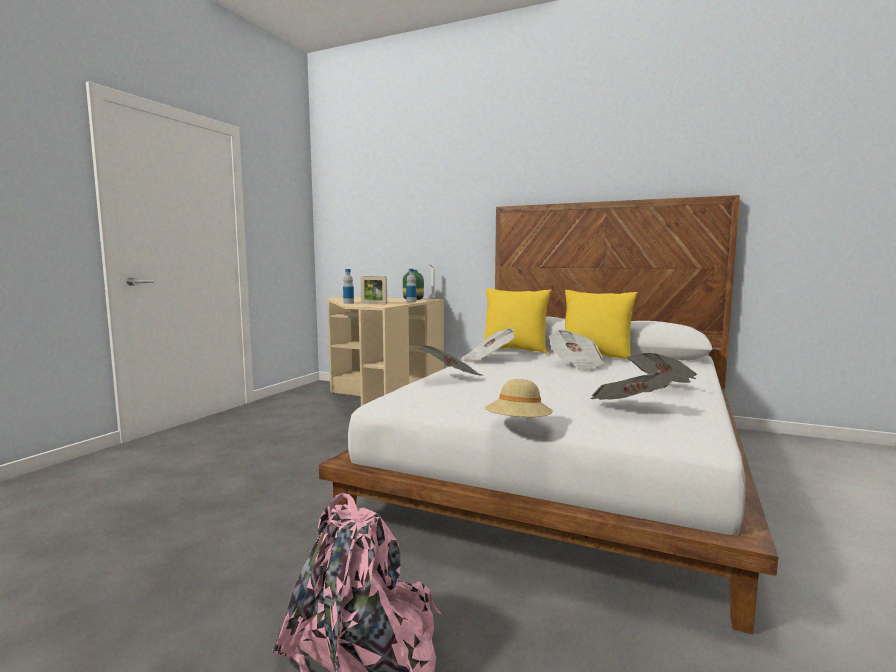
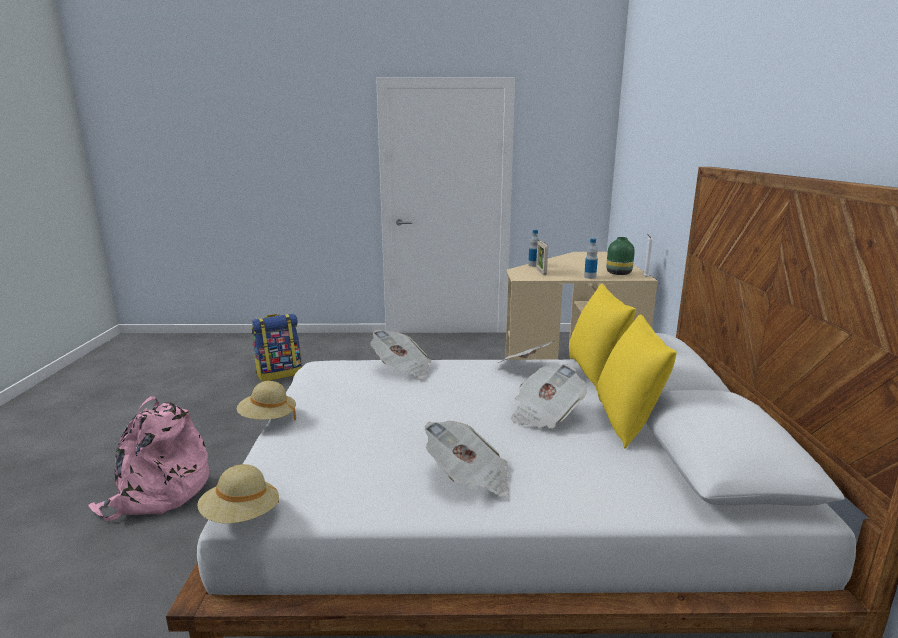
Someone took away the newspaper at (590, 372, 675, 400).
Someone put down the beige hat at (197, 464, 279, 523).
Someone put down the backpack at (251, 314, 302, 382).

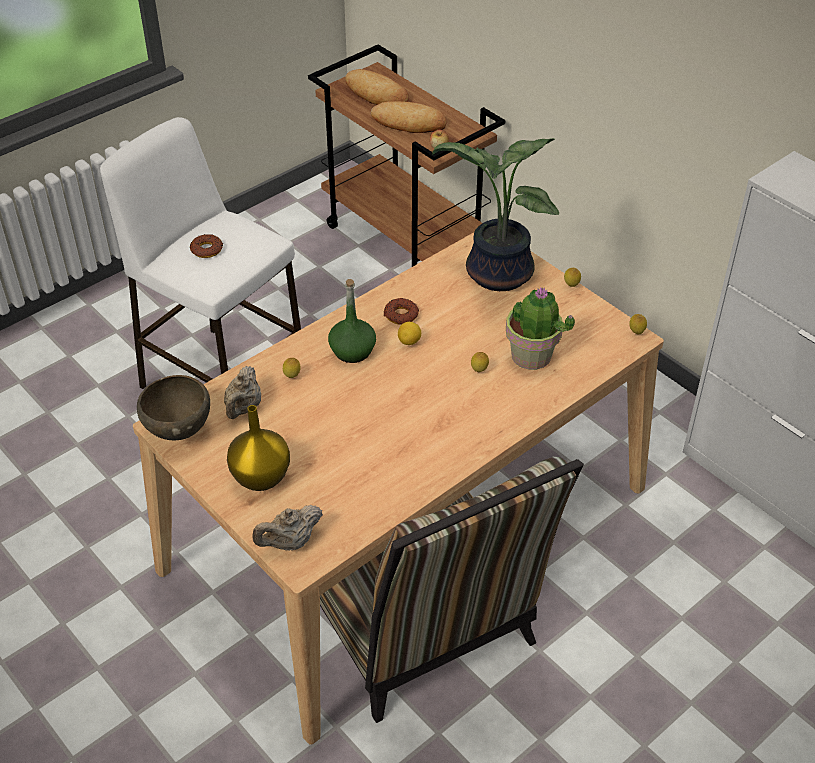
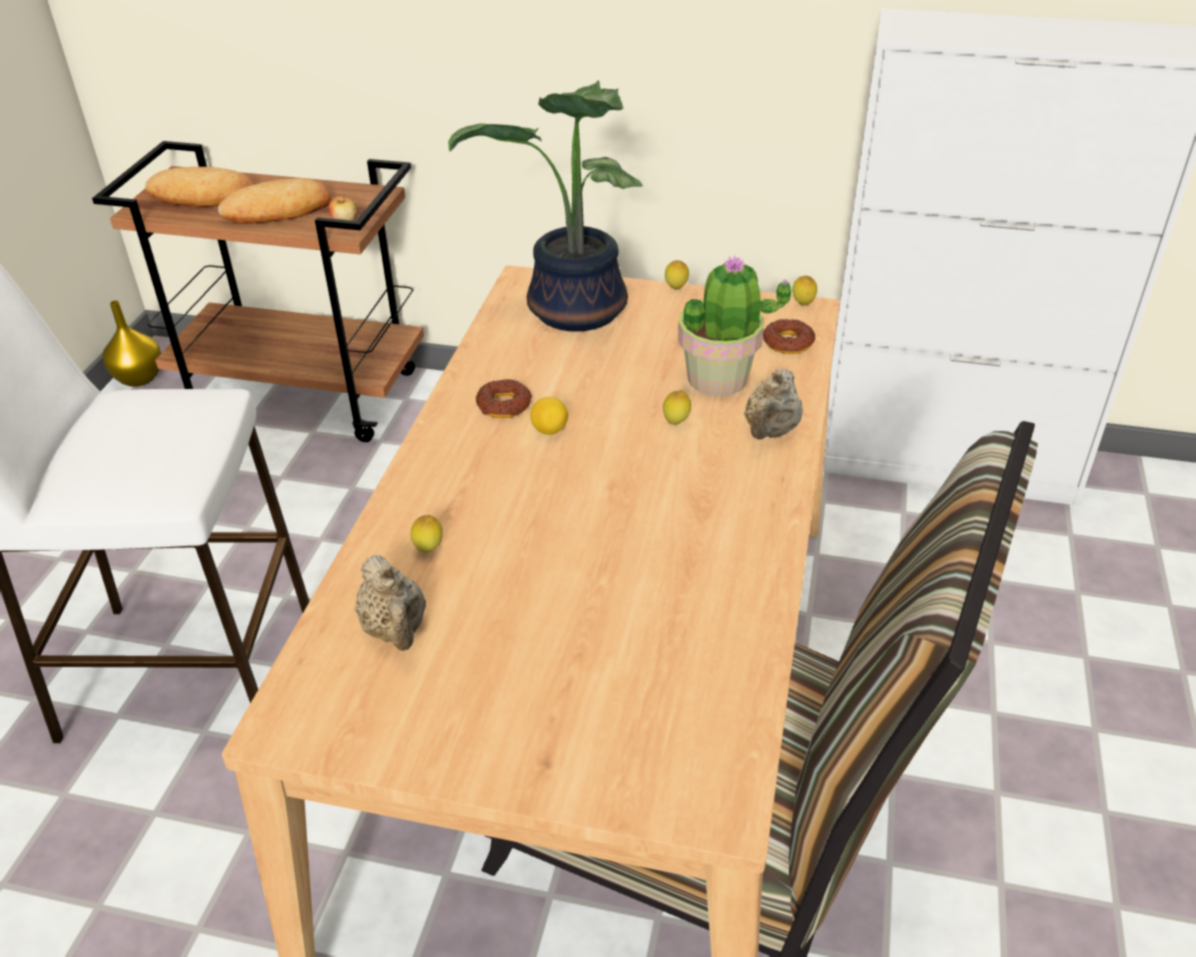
Someone took away the brown bowl at (137, 375, 210, 440).
Someone took away the green bottle at (328, 279, 376, 363).
Someone carried the donut from (190, 234, 223, 258) to (763, 319, 815, 354).
Someone carried the yellow vase from (227, 405, 290, 491) to (102, 300, 161, 387).
Someone carried the beige teapot from (252, 504, 323, 550) to (744, 368, 803, 440).

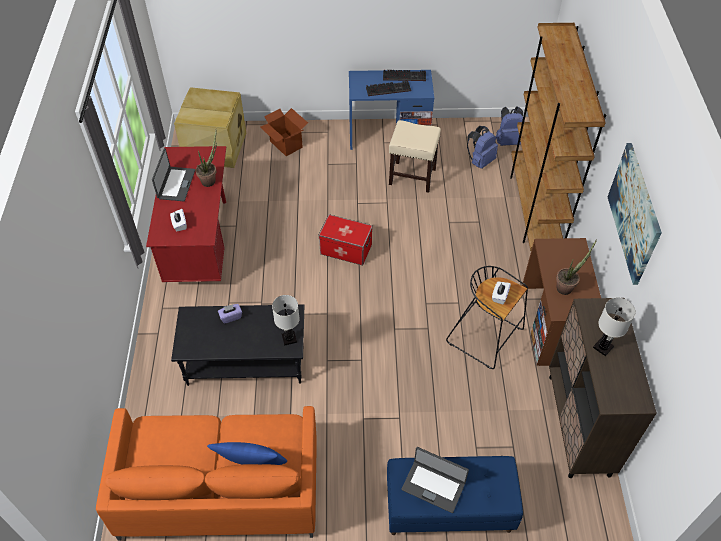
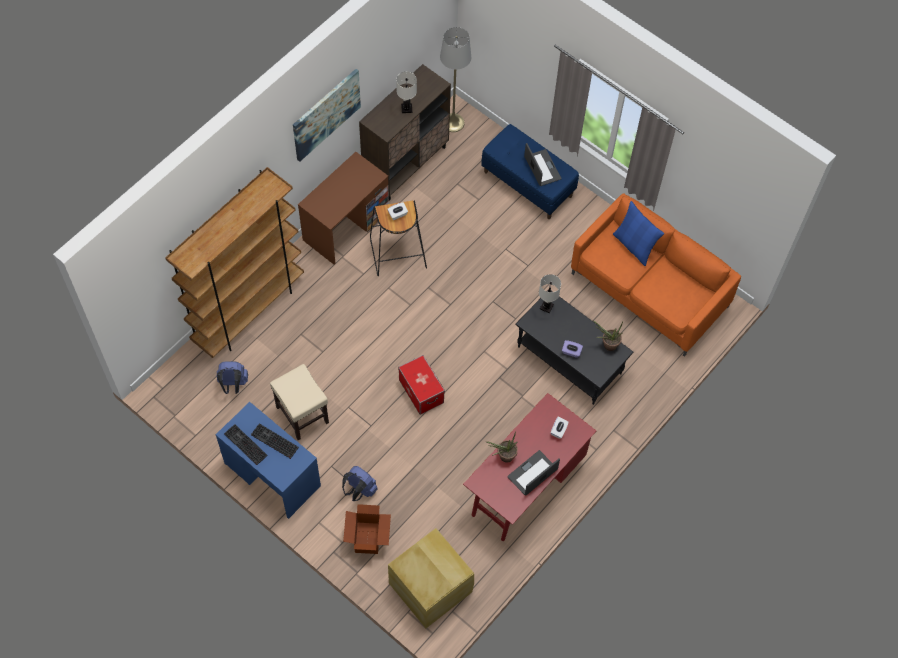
Someone put down the grey floor lamp at (440, 27, 471, 132).
Someone carried the blue backpack from (496, 106, 523, 146) to (342, 466, 378, 501).
Someone carried the potted plant from (556, 239, 597, 295) to (592, 320, 623, 351).

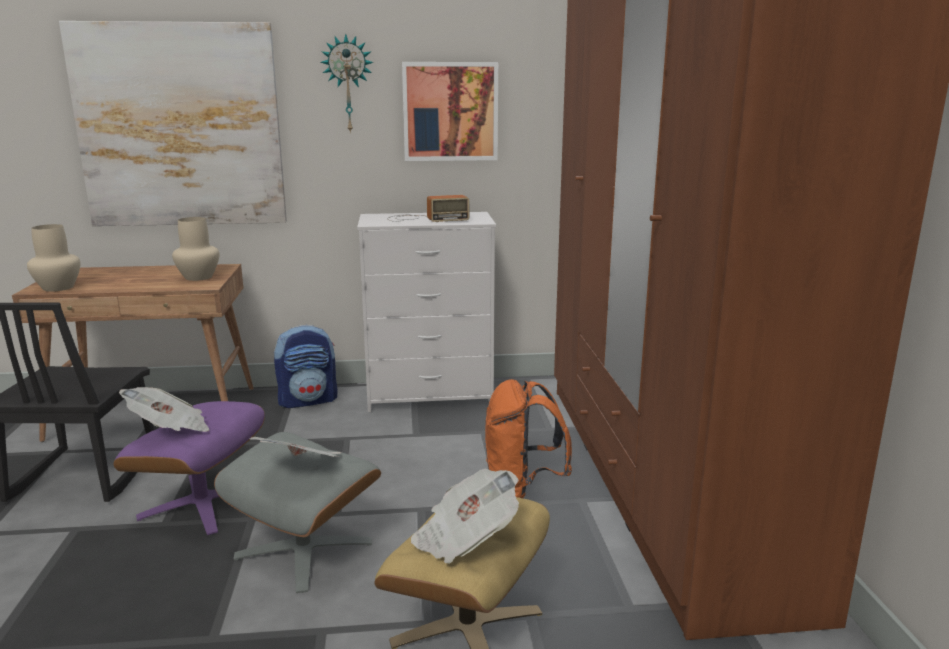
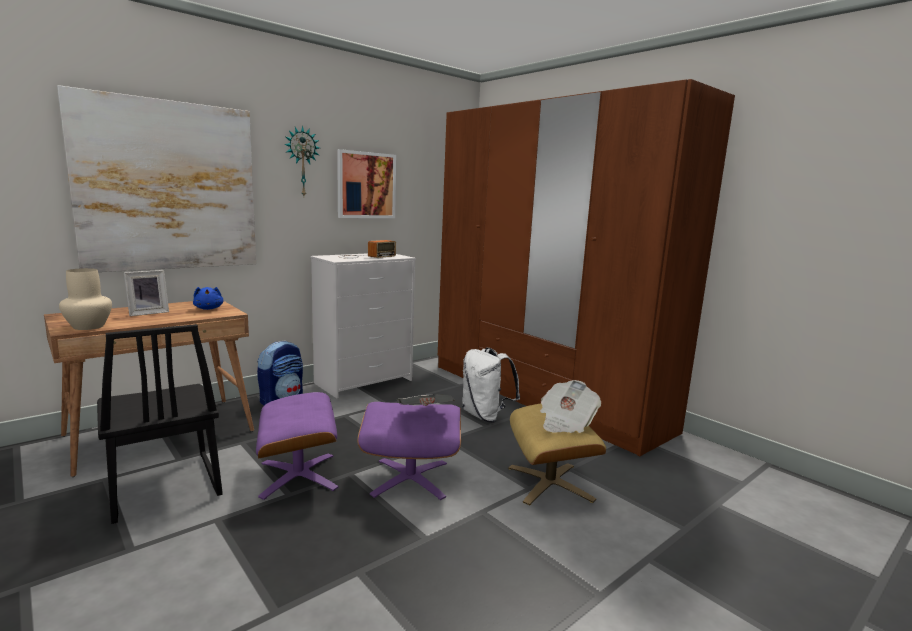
Someone took away the newspaper at (119, 387, 210, 432).
Someone put down the picture frame at (124, 270, 169, 316).
Someone swapped the beige vase at (172, 217, 219, 281) for the blue plush toy at (193, 287, 224, 310).
Someone repainted the grey ottoman at (214, 432, 381, 593), which became the purple ottoman at (357, 402, 461, 500).
Someone repainted the orange backpack at (485, 379, 572, 498), which became the white backpack at (462, 348, 520, 423).

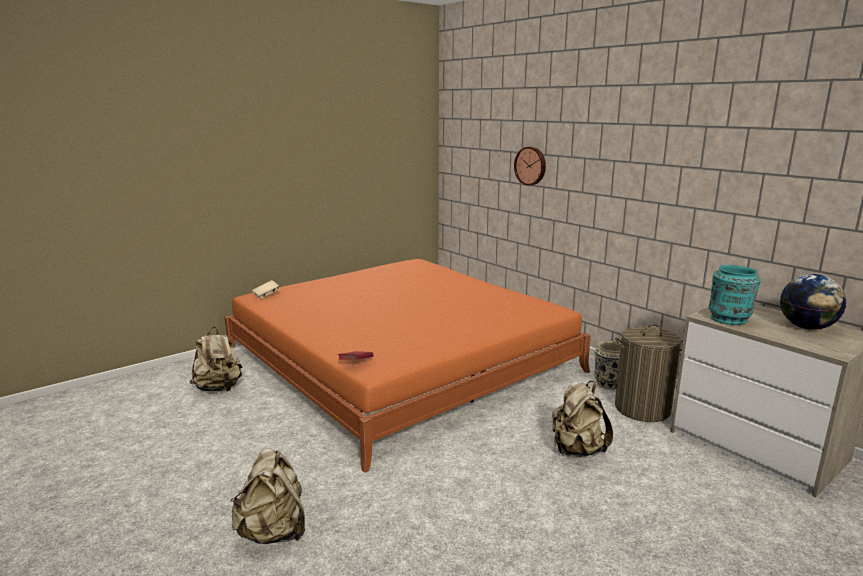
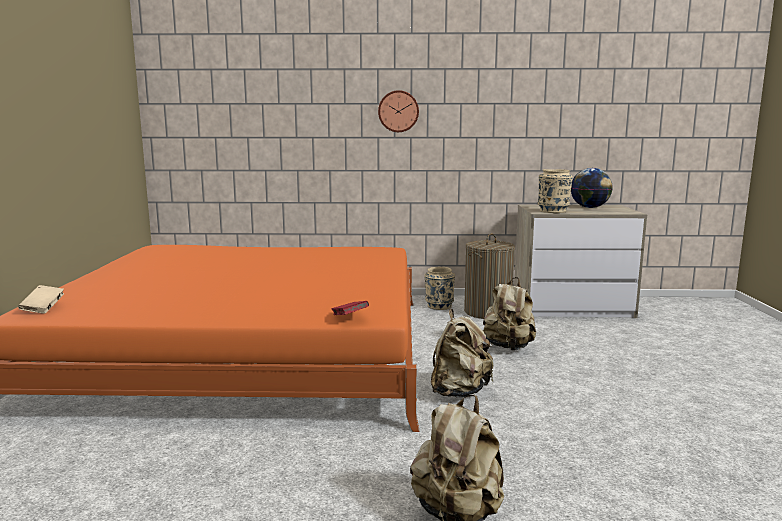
Someone carried the beige backpack from (189, 327, 243, 392) to (431, 309, 493, 398).
Someone carried the wall clock from (514, 147, 546, 186) to (378, 90, 419, 132).
Someone repainted the turquoise vase at (709, 265, 761, 325), which became the beige vase at (538, 169, 573, 213).

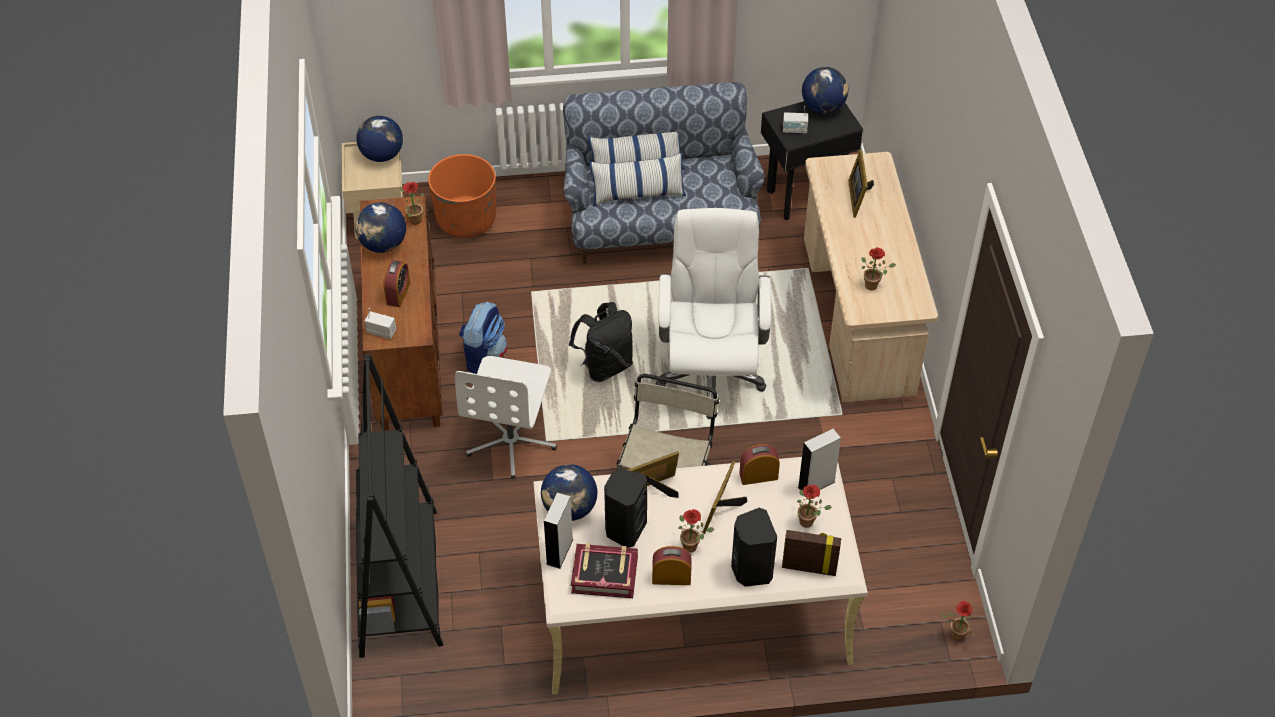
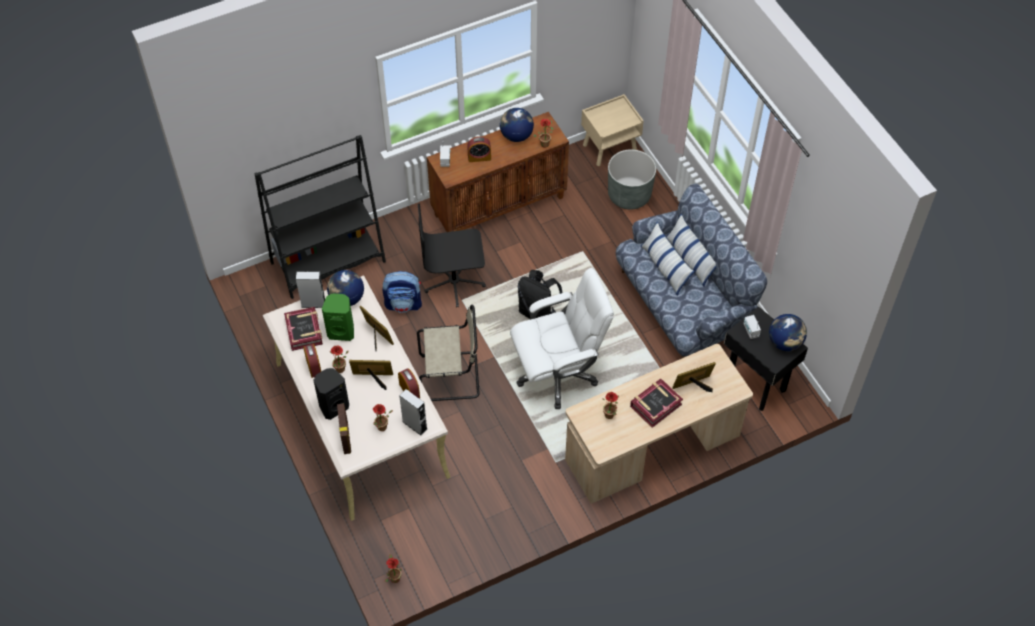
Someone took away the globe at (356, 116, 403, 162).
Someone put down the book at (630, 379, 683, 428).
Someone carried the backpack from (459, 301, 508, 374) to (382, 271, 422, 313).
Someone repainted the orange planter at (428, 154, 496, 238), which became the grey planter at (608, 149, 656, 210).
Someone repainted the white office chair at (455, 356, 557, 479), which became the black office chair at (418, 203, 486, 307).
Someone repainted the black speaker at (604, 469, 647, 548), which became the green speaker at (322, 293, 354, 341).

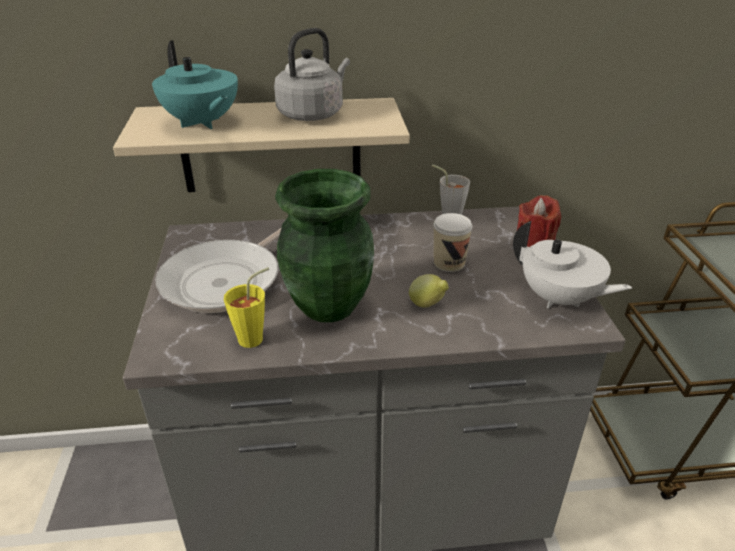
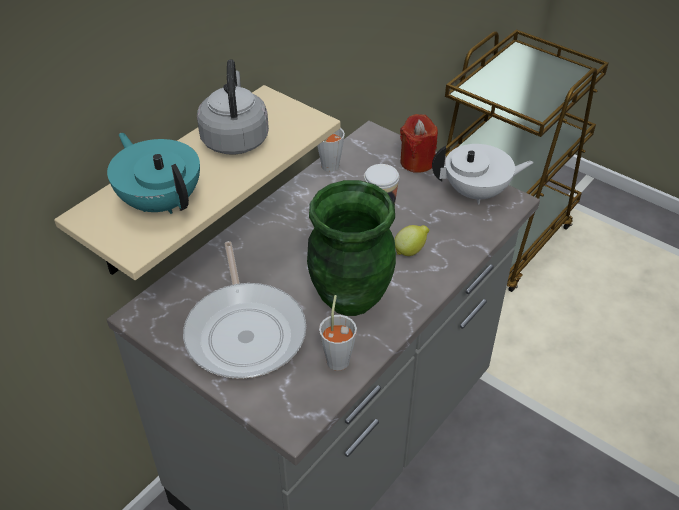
Someone repainted the yellow cup at (224, 267, 269, 348), which became the grey cup at (319, 295, 357, 371).
Someone rotated the turquoise teapot at (152, 40, 238, 129) by 135 degrees counterclockwise.

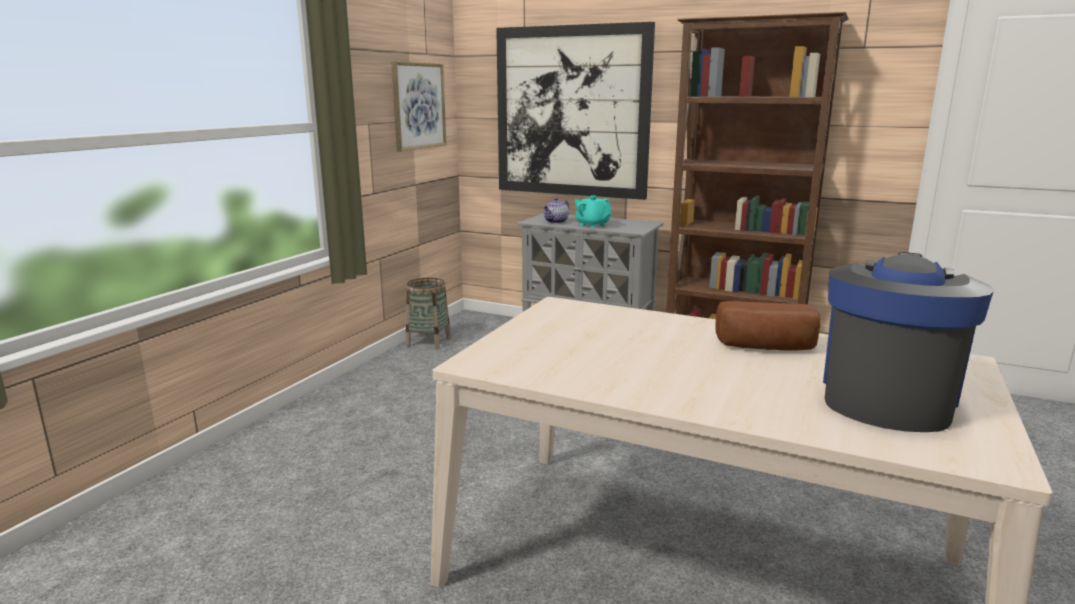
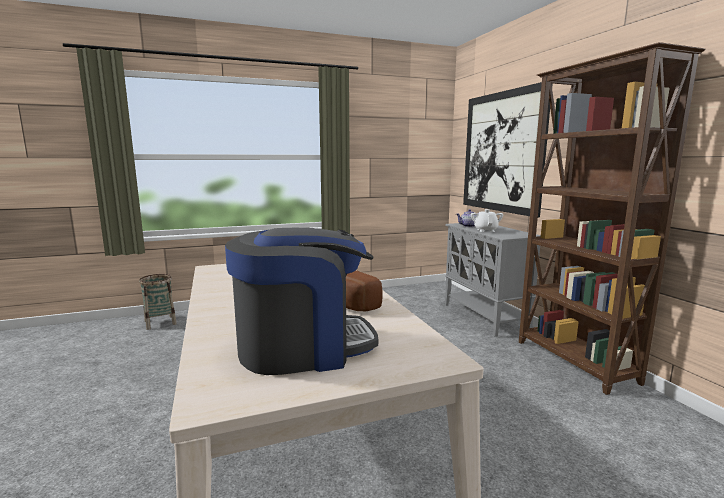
Someone took away the picture at (392, 62, 446, 151).
Someone carried the basket from (406, 278, 451, 350) to (139, 274, 177, 330).
Someone repainted the turquoise teapot at (574, 195, 612, 228), which became the white teapot at (471, 209, 503, 232).

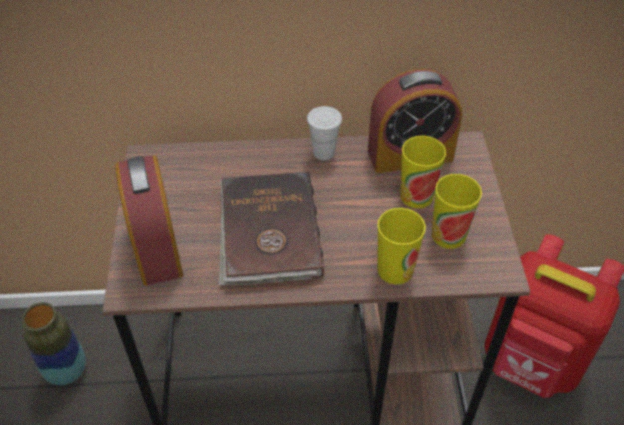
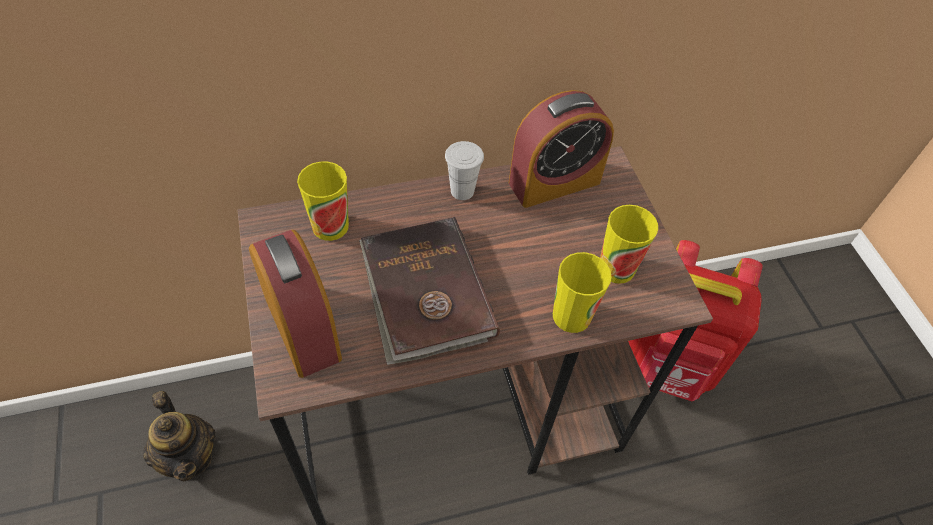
Someone carried the cup from (400, 136, 446, 209) to (297, 161, 349, 241).
Someone swapped the vase at (22, 302, 86, 385) for the teapot at (144, 391, 216, 481).

